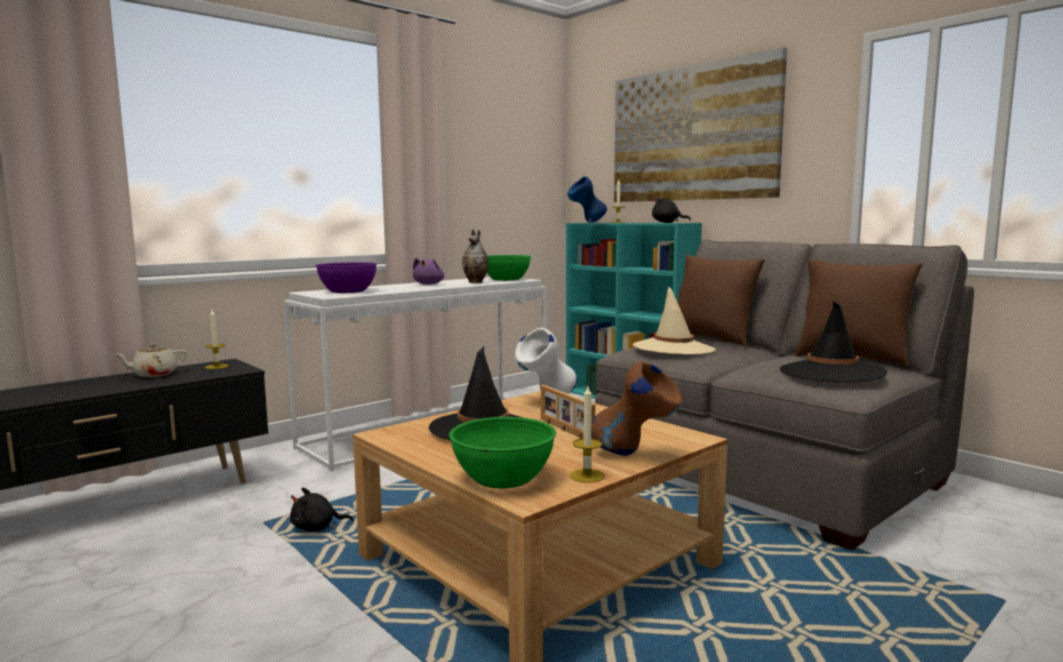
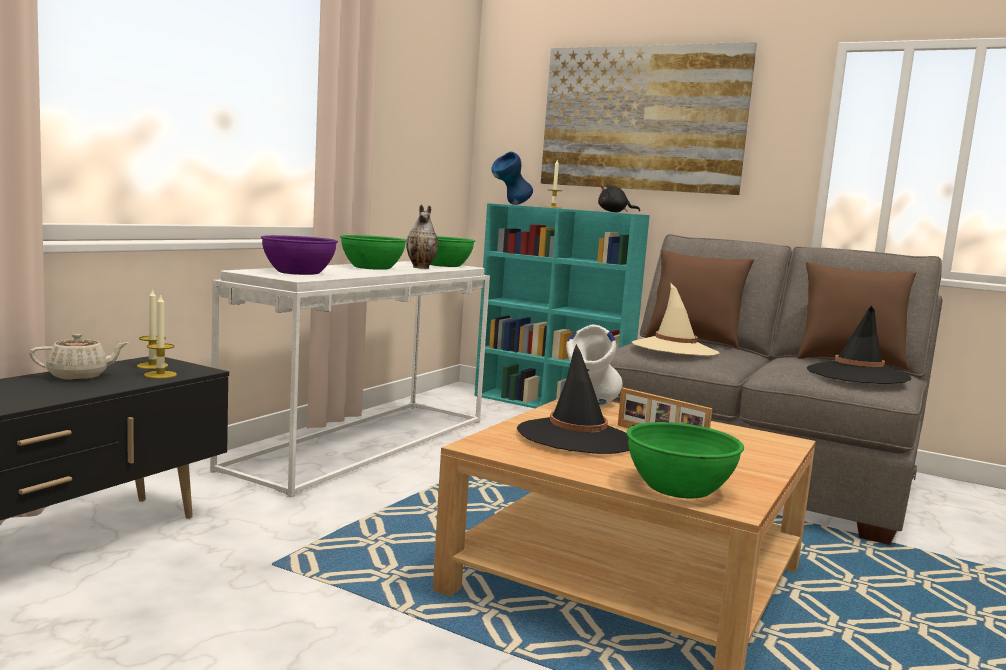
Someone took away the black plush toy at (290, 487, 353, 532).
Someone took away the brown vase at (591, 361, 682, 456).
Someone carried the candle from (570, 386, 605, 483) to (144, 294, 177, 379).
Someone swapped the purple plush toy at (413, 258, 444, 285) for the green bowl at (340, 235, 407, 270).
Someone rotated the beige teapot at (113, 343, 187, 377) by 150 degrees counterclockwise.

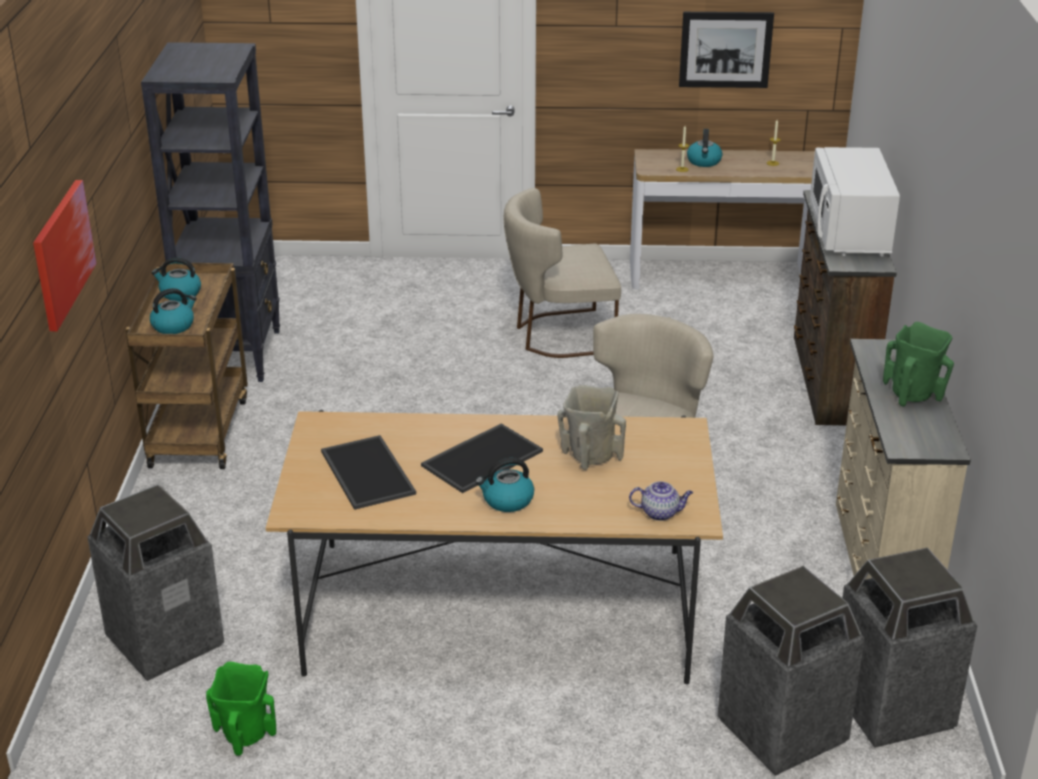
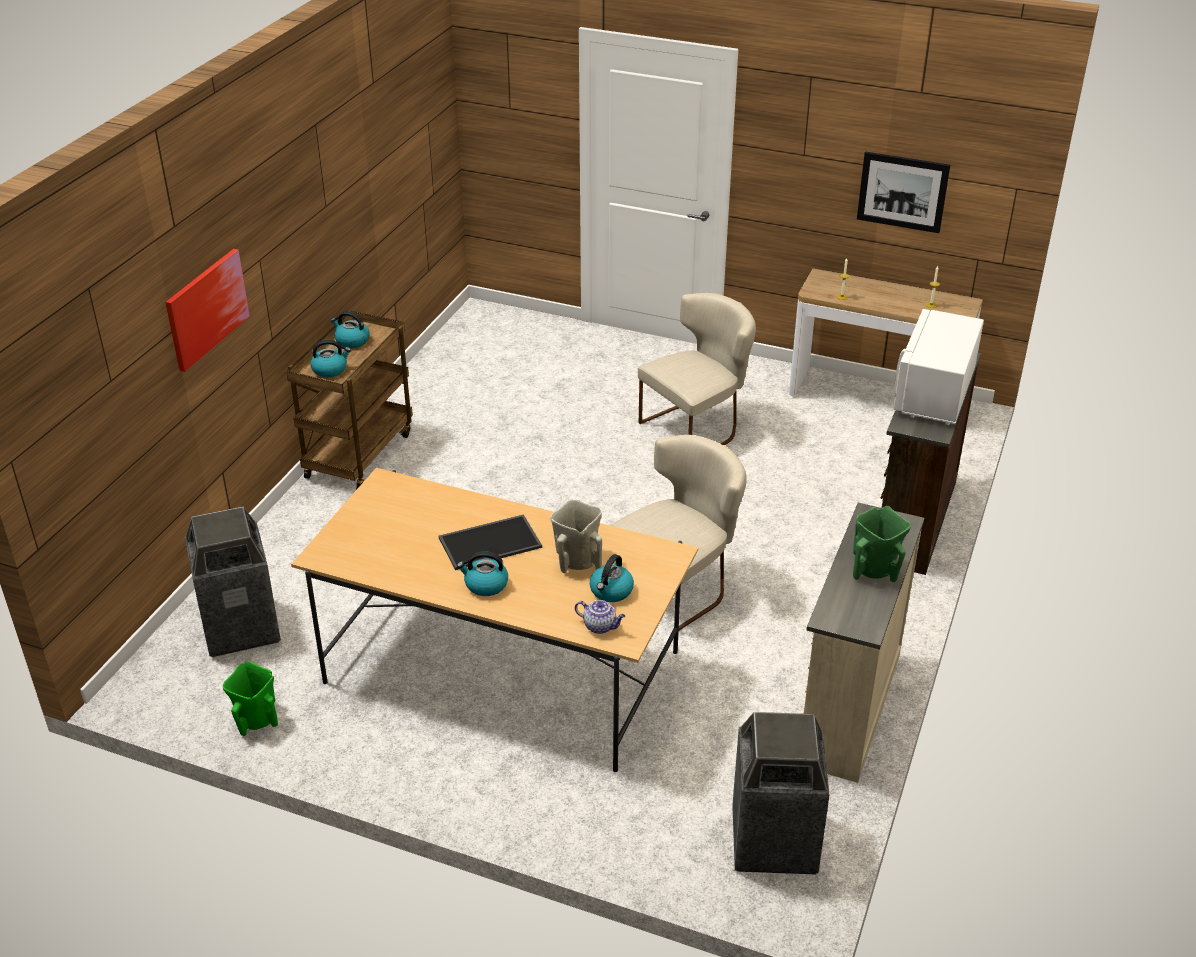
Someone took away the black bookcase at (141, 42, 280, 382).
Someone took away the tray at (321, 435, 416, 510).
Someone took away the trash can at (717, 566, 865, 776).
Someone carried the kettle from (687, 129, 722, 167) to (590, 554, 634, 602).
Someone rotated the beige chair at (504, 188, 621, 358) by 135 degrees clockwise.

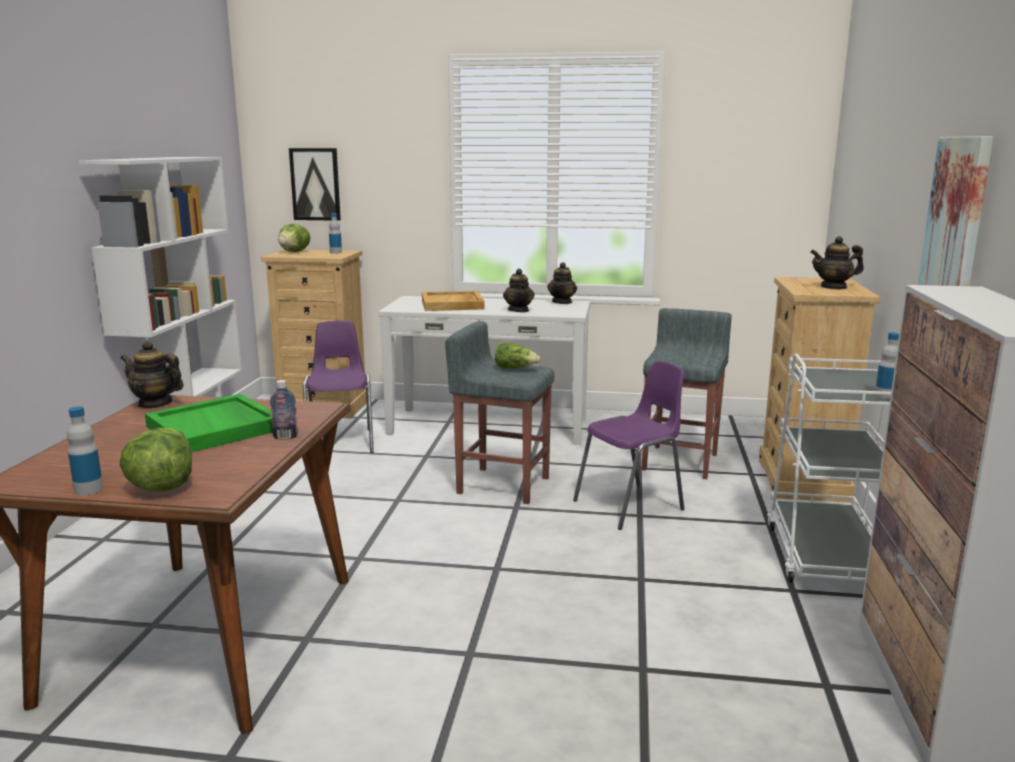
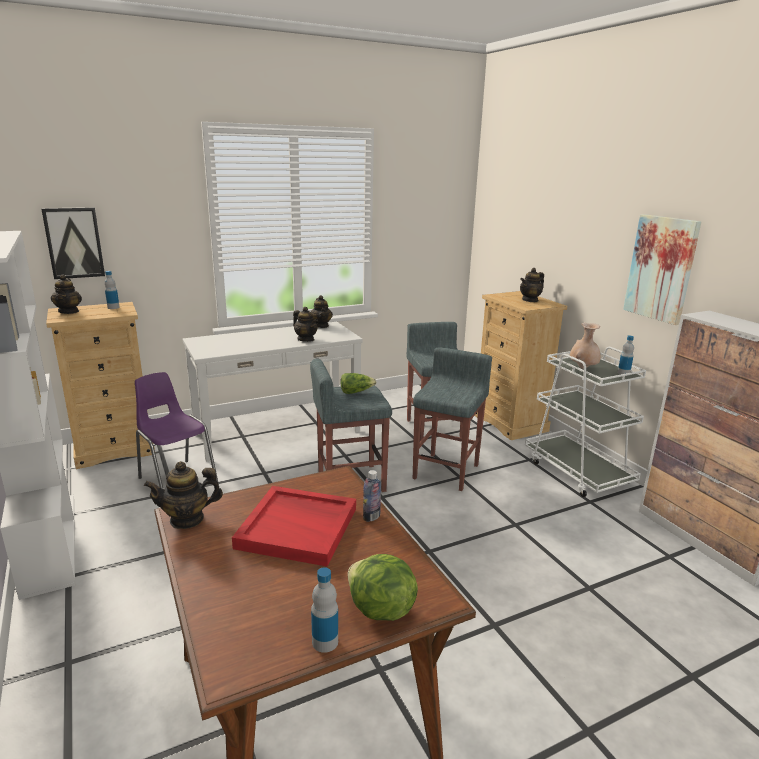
Someone took away the beige tray at (422, 291, 485, 311).
Someone put down the beige vase at (570, 322, 600, 369).
Someone swapped the lettuce at (278, 224, 310, 252) for the teapot at (51, 275, 82, 314).
Someone swapped the purple chair at (573, 361, 685, 530) for the grey stool at (413, 347, 492, 491).
Someone repainted the green tray at (145, 394, 273, 452), which became the red tray at (232, 486, 356, 567).

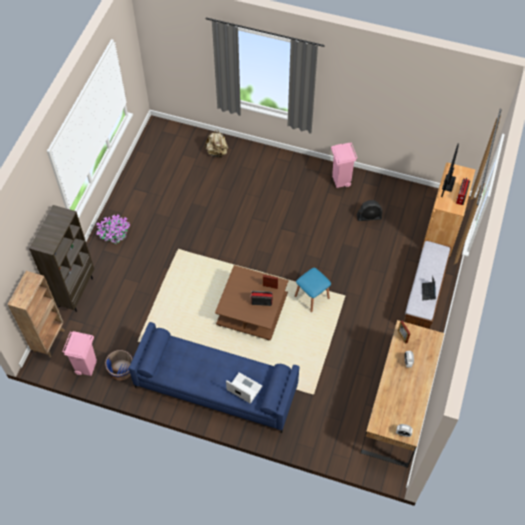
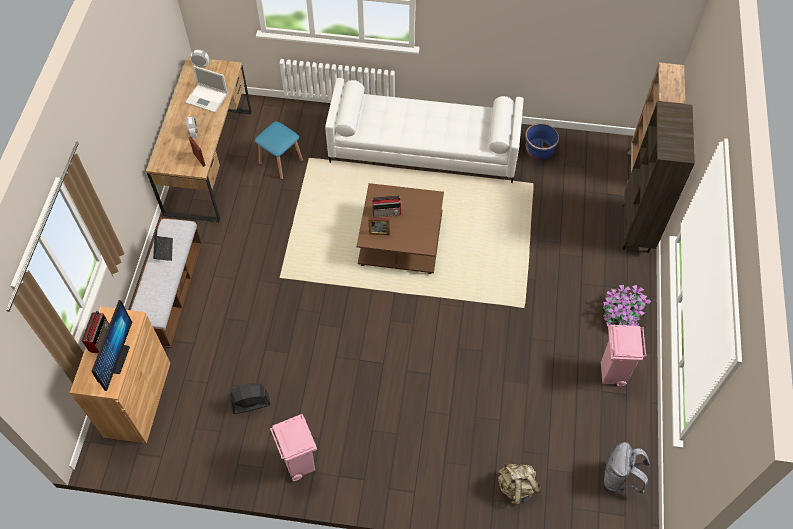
Someone put down the grey backpack at (604, 442, 650, 494).
Someone carried the pink trash can from (62, 331, 97, 376) to (601, 325, 647, 386).
Someone carried the laptop from (226, 372, 262, 403) to (185, 65, 228, 113).
Someone carried the blue stool from (295, 268, 331, 312) to (255, 121, 303, 180).
Someone repainted the blue sofa at (129, 322, 299, 433), which became the white sofa at (325, 78, 524, 183).

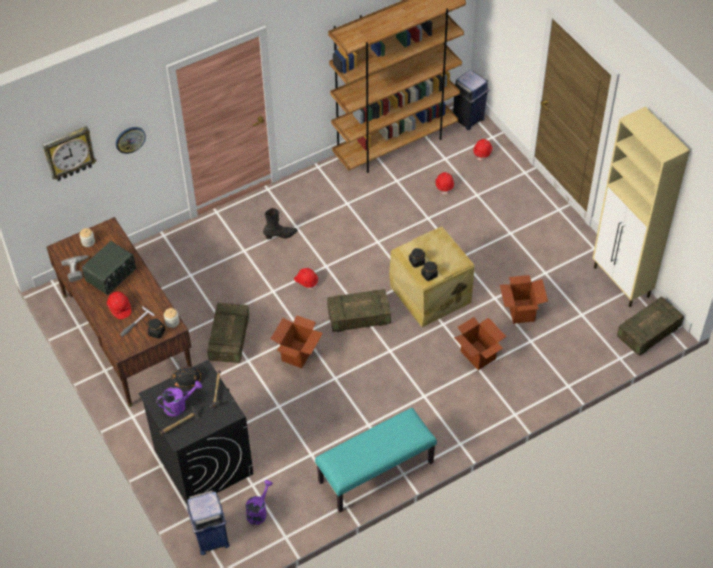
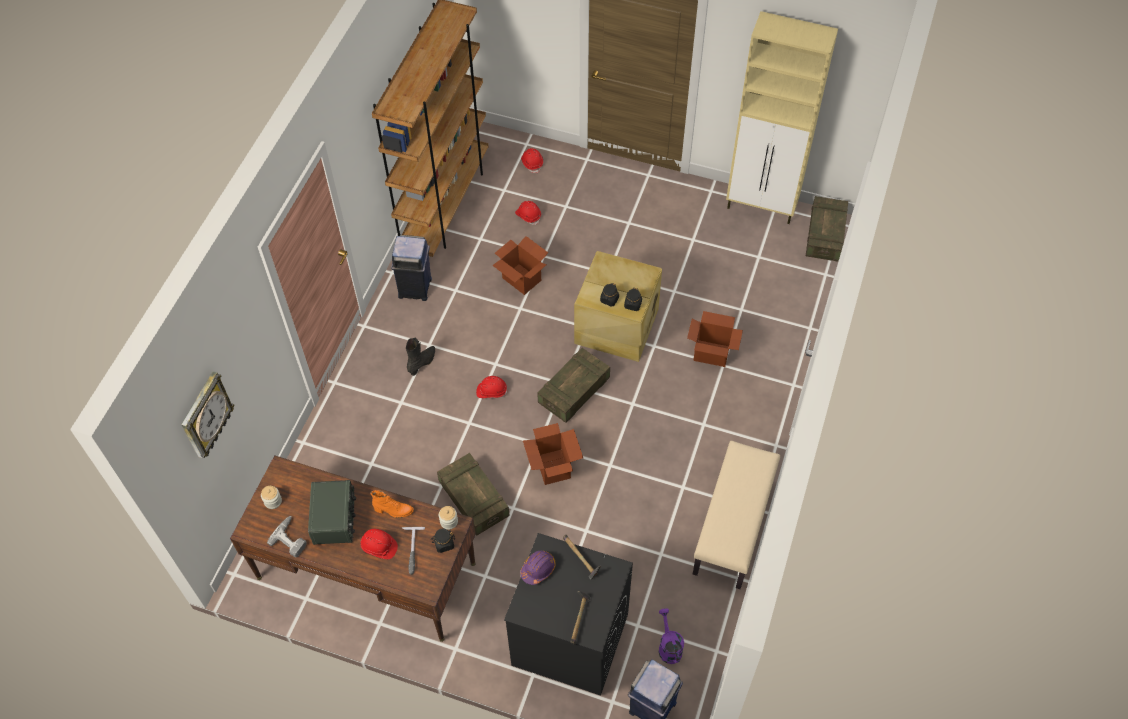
Someone took away the wall clock at (116, 127, 146, 154).
Someone took away the purple watering can at (156, 381, 202, 416).
Someone put down the orange boot at (371, 490, 414, 518).
Someone carried the blue trash can from (453, 70, 489, 130) to (391, 235, 432, 301).
Someone carried the cardboard box from (500, 275, 548, 324) to (492, 236, 548, 295).
Someone repainted the black hard hat at (170, 366, 201, 387), which became the purple hard hat at (520, 551, 556, 585).
Someone repainted the turquoise bench at (315, 408, 437, 513), which became the beige bench at (693, 441, 780, 589).

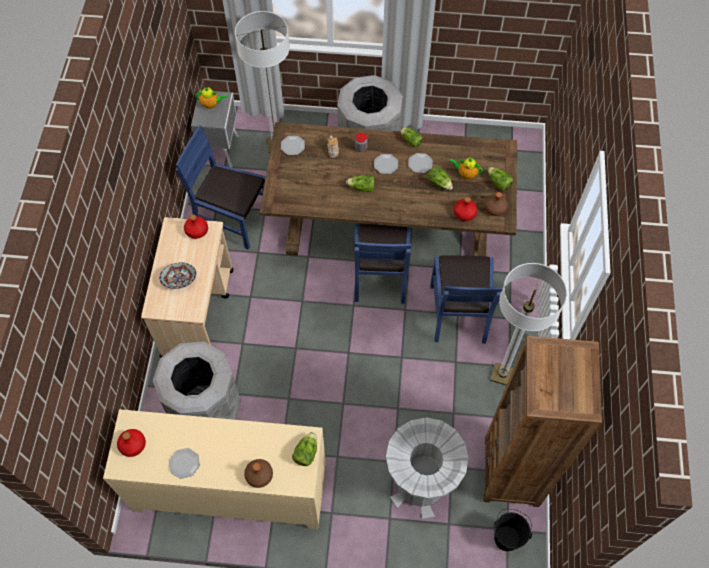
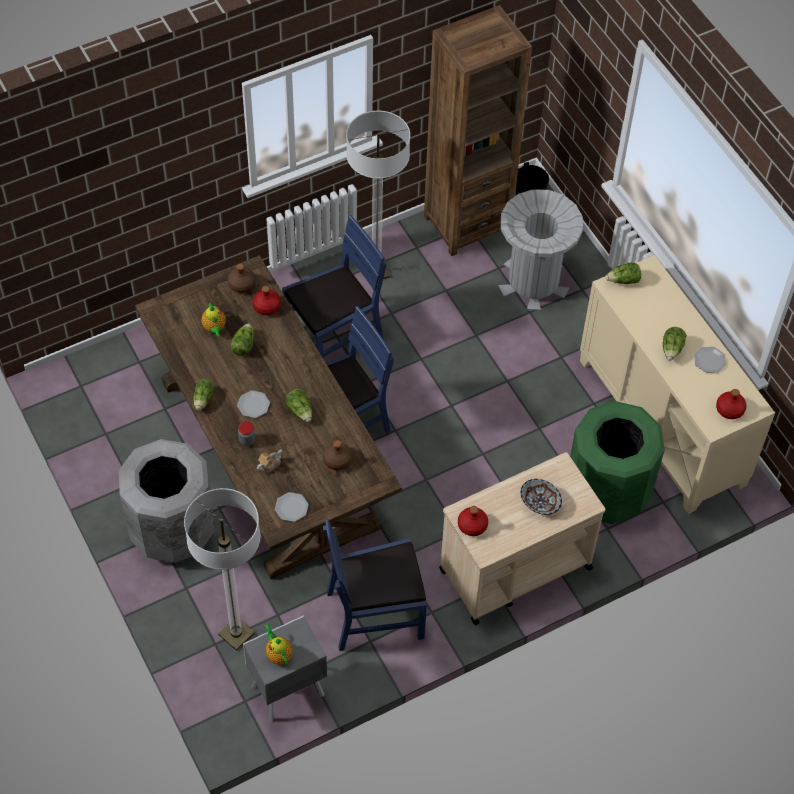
Someone took away the plate at (408, 153, 433, 173).
Someone carried the brown bottle from (244, 459, 273, 488) to (323, 440, 353, 470).
Someone carried the lettuce from (488, 167, 513, 191) to (663, 327, 687, 361).
Someone repainted the grey trash can at (153, 341, 241, 420), which became the green trash can at (570, 401, 665, 524).
Someone rotated the blue chair at (176, 125, 266, 250) by 90 degrees clockwise.

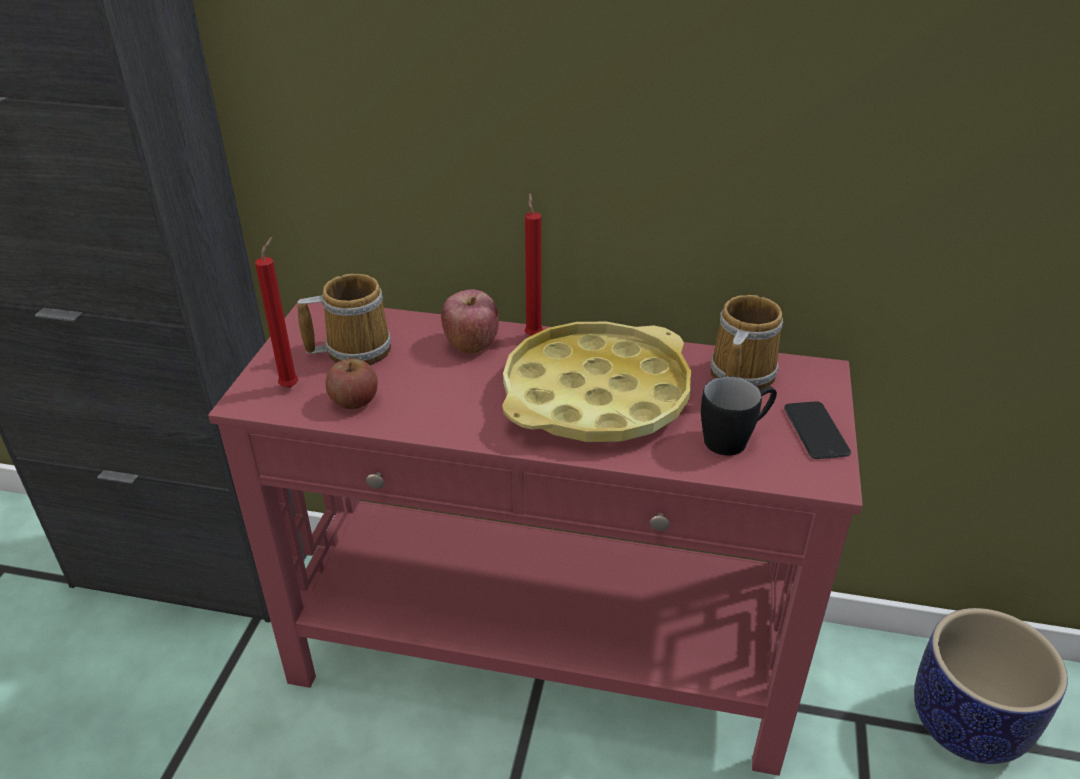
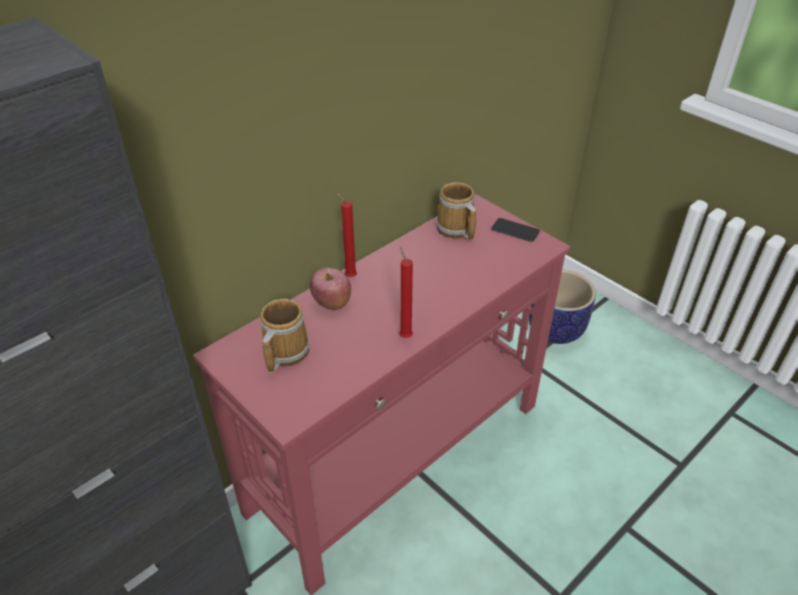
Someone took away the apple at (325, 358, 378, 409).
Someone took away the yellow tray at (502, 322, 691, 442).
Someone took away the black mug at (701, 376, 777, 456).
Someone carried the red candle from (255, 237, 298, 388) to (399, 247, 413, 338).

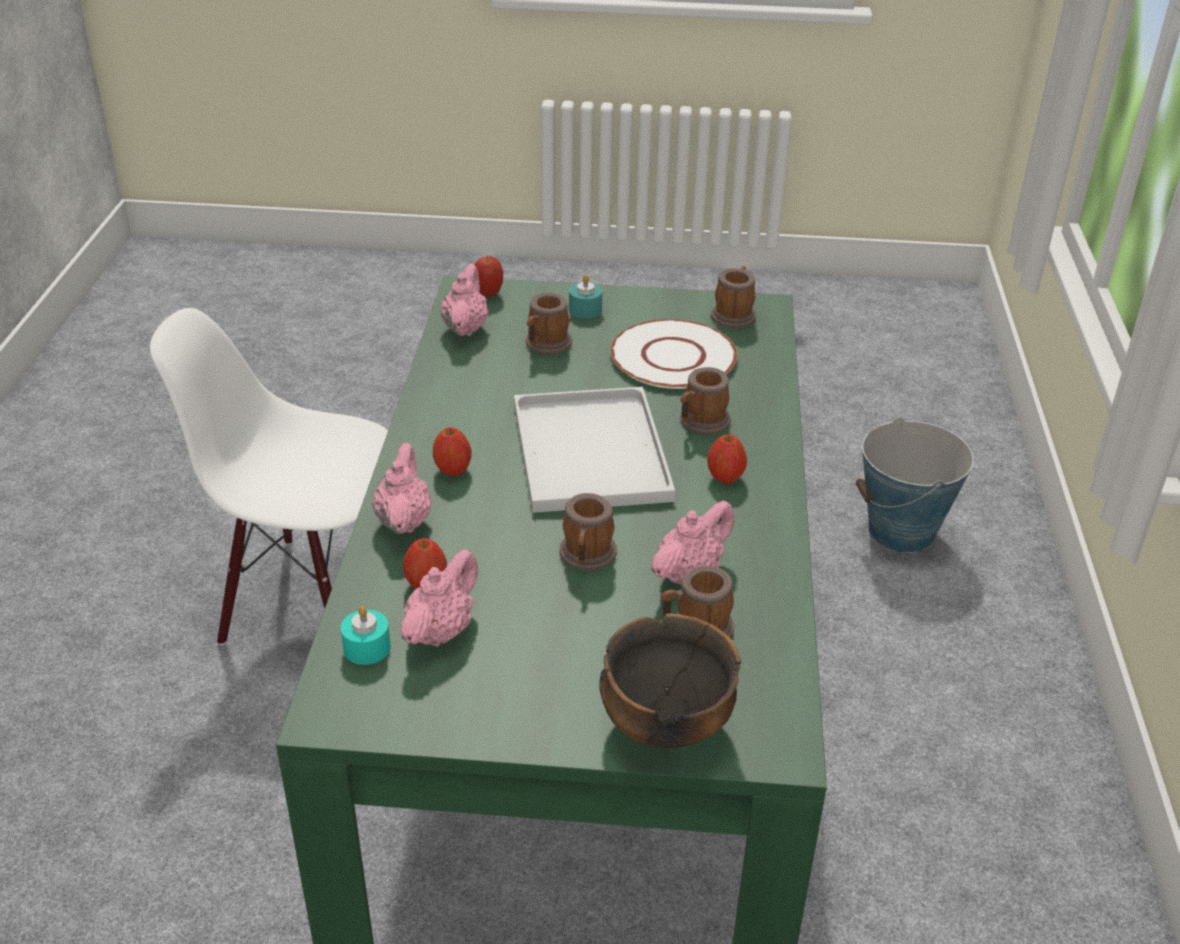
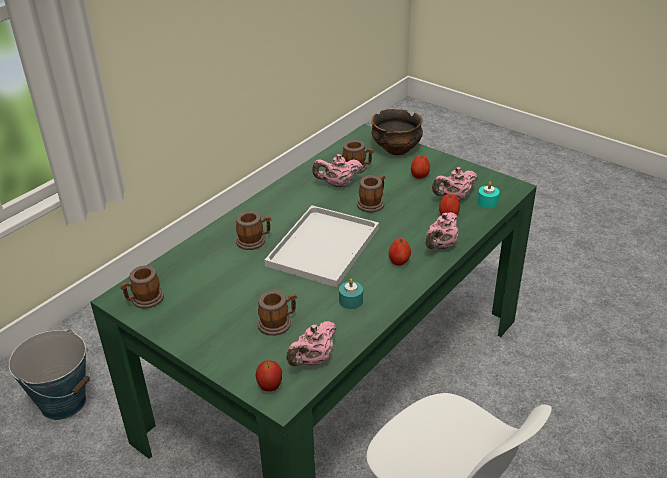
Someone took away the white plate at (610, 319, 737, 389).
Someone carried the turquoise candle from (569, 274, 602, 318) to (339, 279, 363, 309).
Someone carried the apple from (707, 434, 747, 484) to (411, 155, 430, 179).

